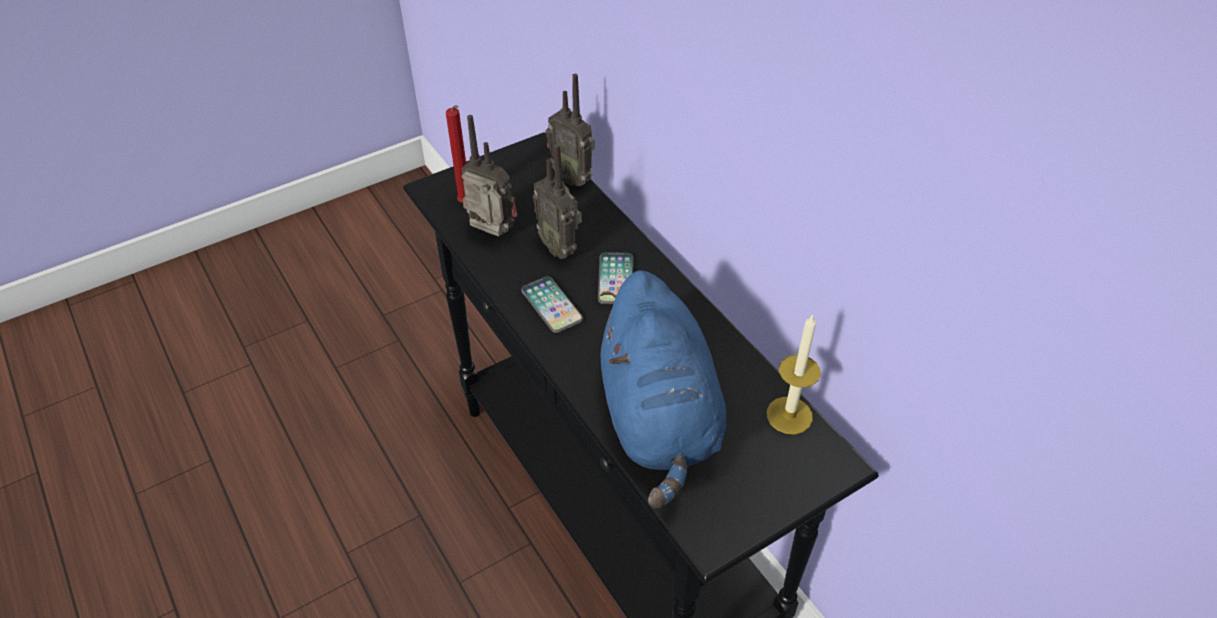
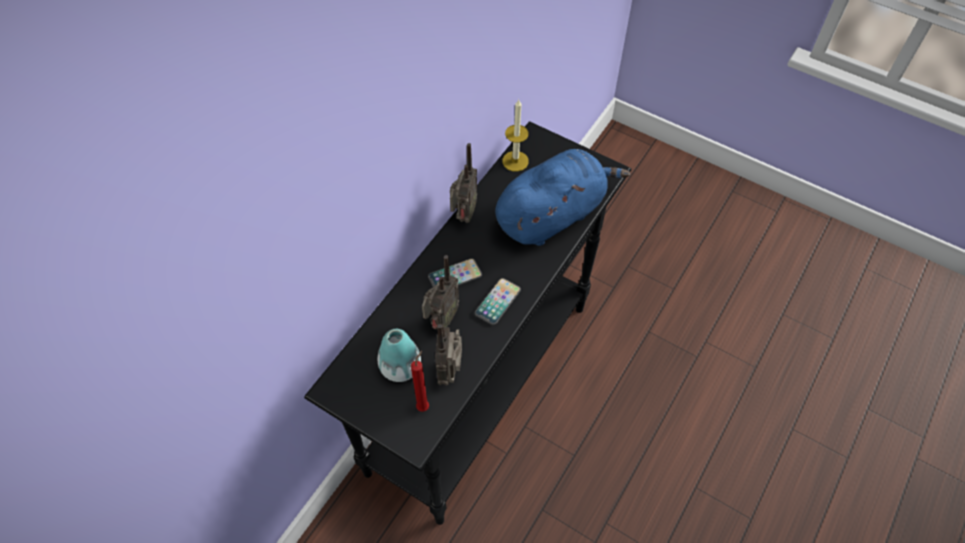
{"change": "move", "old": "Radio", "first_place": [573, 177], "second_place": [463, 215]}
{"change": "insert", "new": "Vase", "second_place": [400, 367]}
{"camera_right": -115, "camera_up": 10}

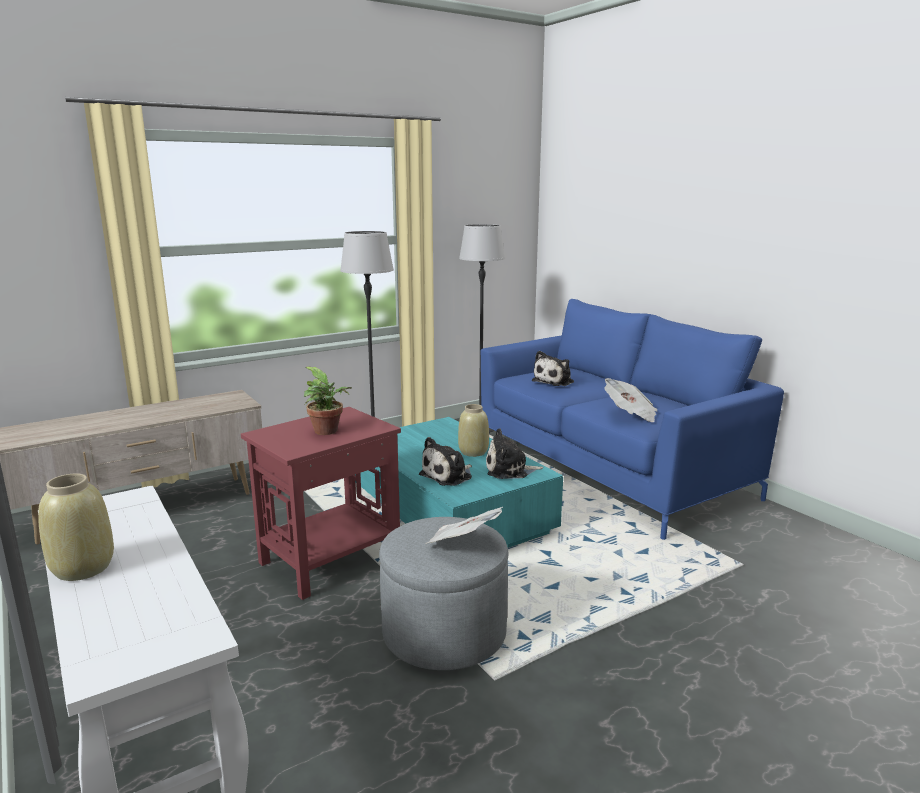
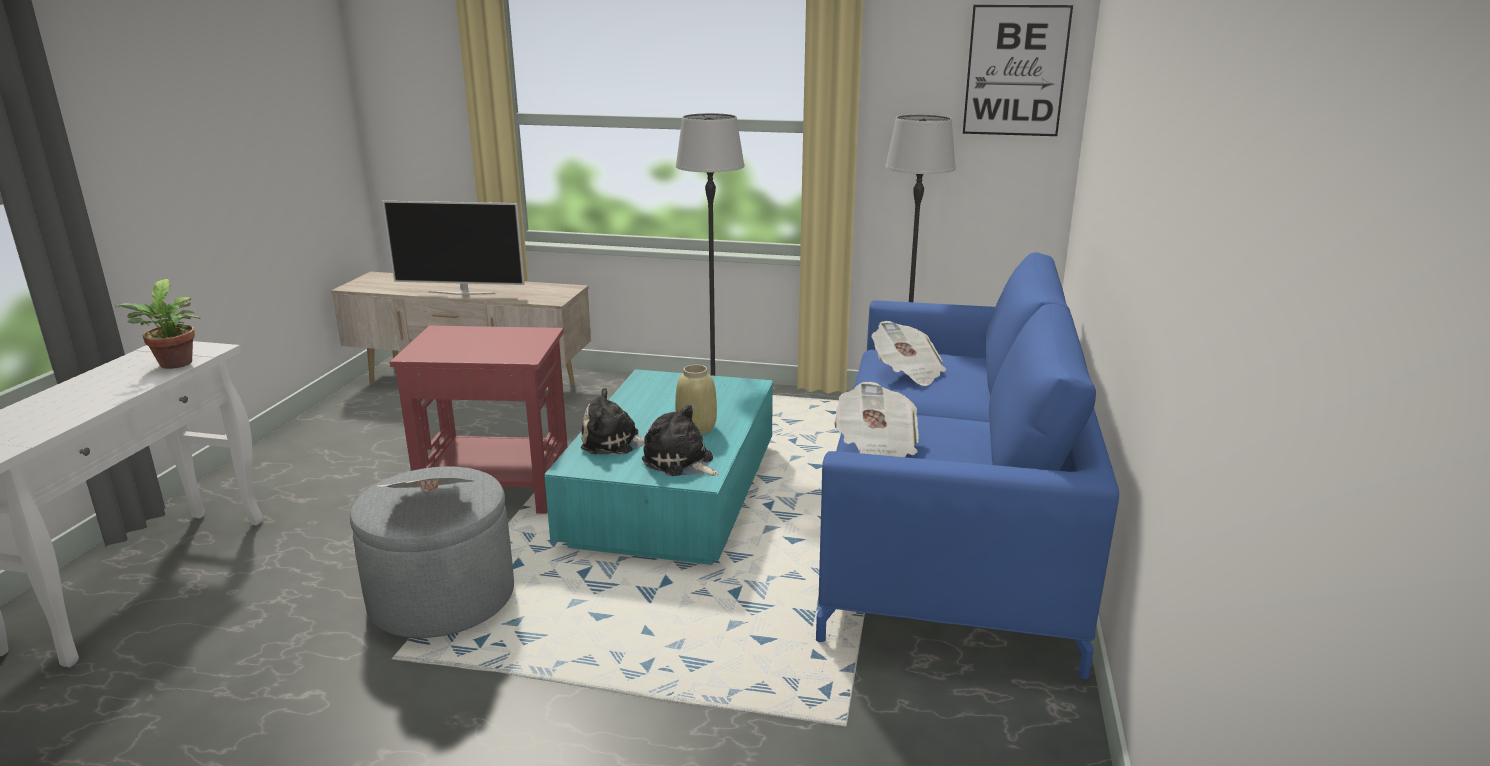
{"change": "replace", "old": "Plüschtier", "new": "Zeitung", "first_place": [555, 381], "second_place": [907, 372]}
{"change": "move", "old": "Topfpflanze", "first_place": [328, 432], "second_place": [174, 365]}
{"change": "delete", "old": "Vase [beige]", "first_place": [82, 568]}
{"change": "insert", "new": "Bild", "second_place": [1015, 71]}
{"change": "insert", "new": "Fernseher", "second_place": [462, 292]}
{"camera_right": 45, "camera_up": 5}

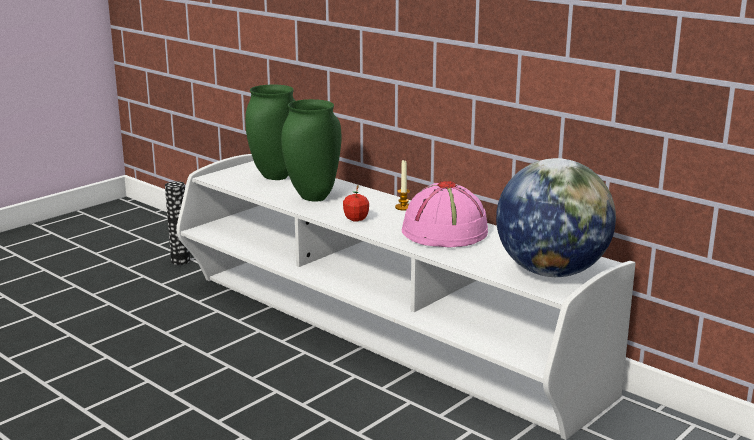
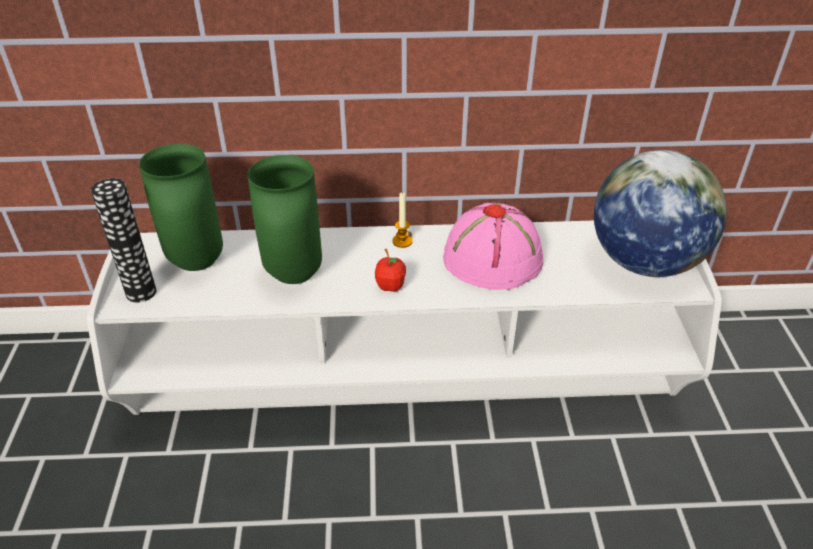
{"change": "move", "old": "Vase", "first_place": [180, 261], "second_place": [141, 292]}
{"camera_right": -45, "camera_up": 20}

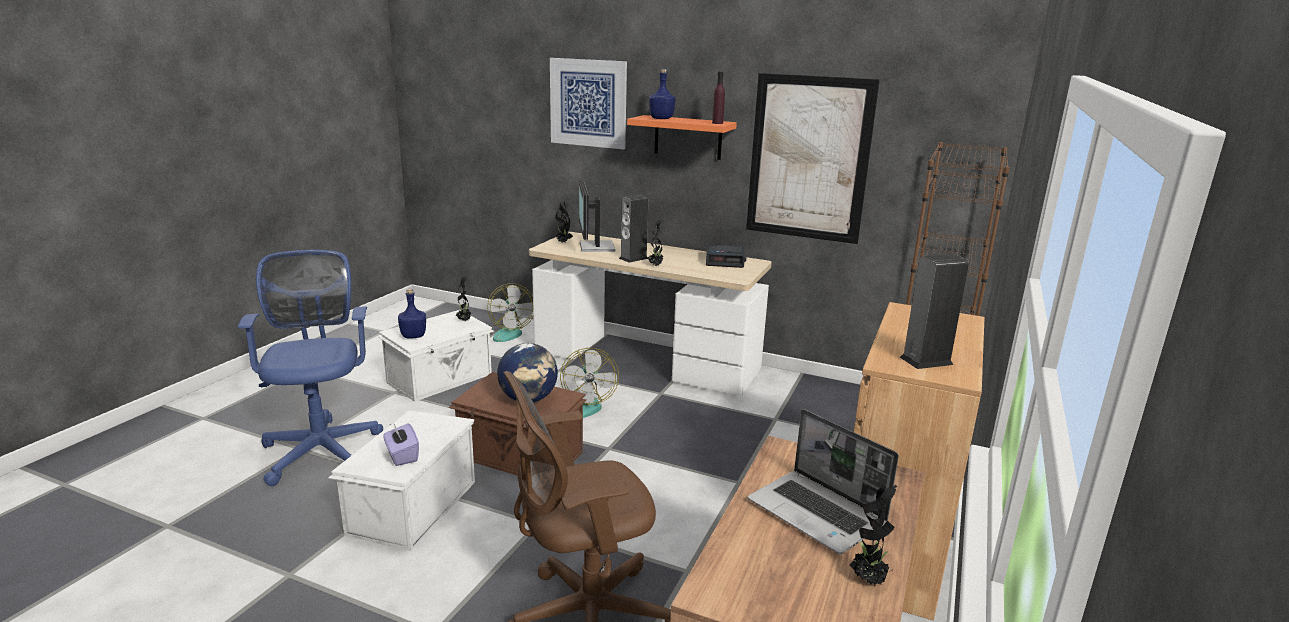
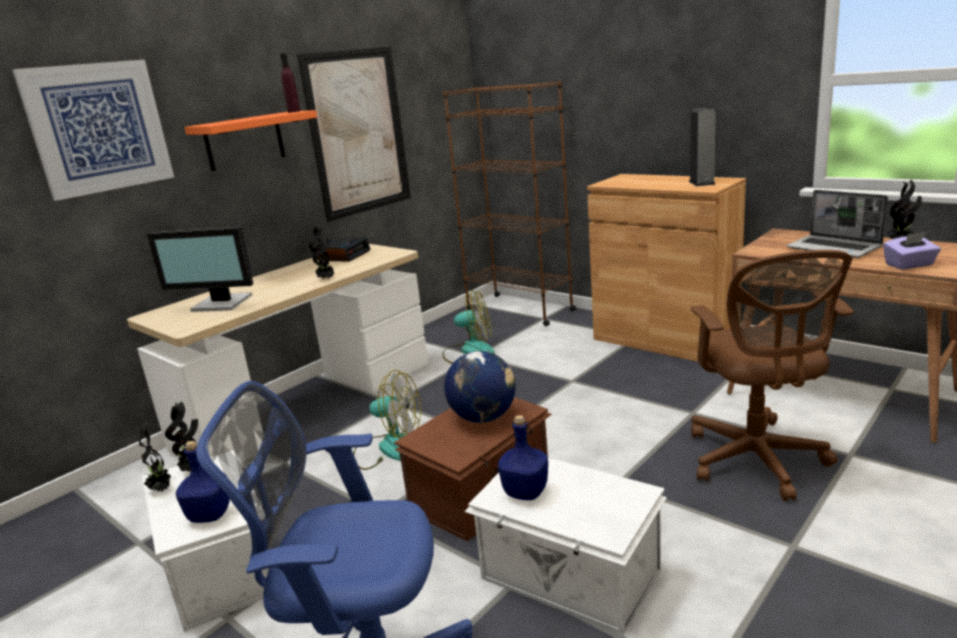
{"change": "move", "old": "Flasche [blau]", "first_place": [661, 119], "second_place": [526, 492]}
{"change": "delete", "old": "Lautsprecher", "first_place": [633, 258]}
{"change": "move", "old": "Topfpflanze", "first_place": [563, 242], "second_place": [162, 490]}
{"change": "move", "old": "Ventilator", "first_place": [507, 332], "second_place": [469, 351]}
{"change": "rotate", "old": "Laptop", "first_place": [818, 513], "second_place": [835, 248], "degrees": 75}
{"change": "move", "old": "Taschentuchbox [lila]", "first_place": [402, 456], "second_place": [909, 265]}
{"camera_right": -70, "camera_up": 0}

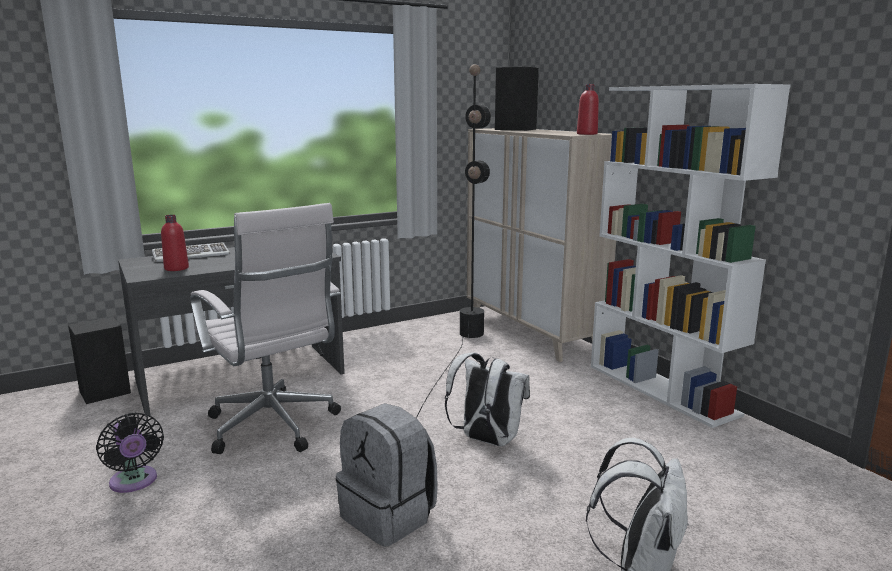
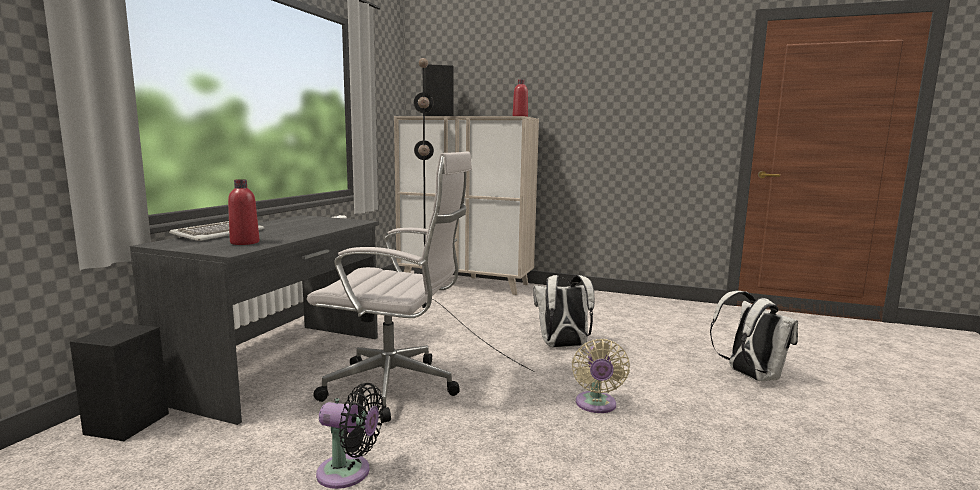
{"change": "delete", "old": "Bücherregal [weiß]", "first_place": [662, 389]}
{"change": "replace", "old": "Rucksack [grau]", "new": "Ventilator [beige]", "first_place": [389, 516], "second_place": [596, 405]}
{"camera_right": -40, "camera_up": -5}

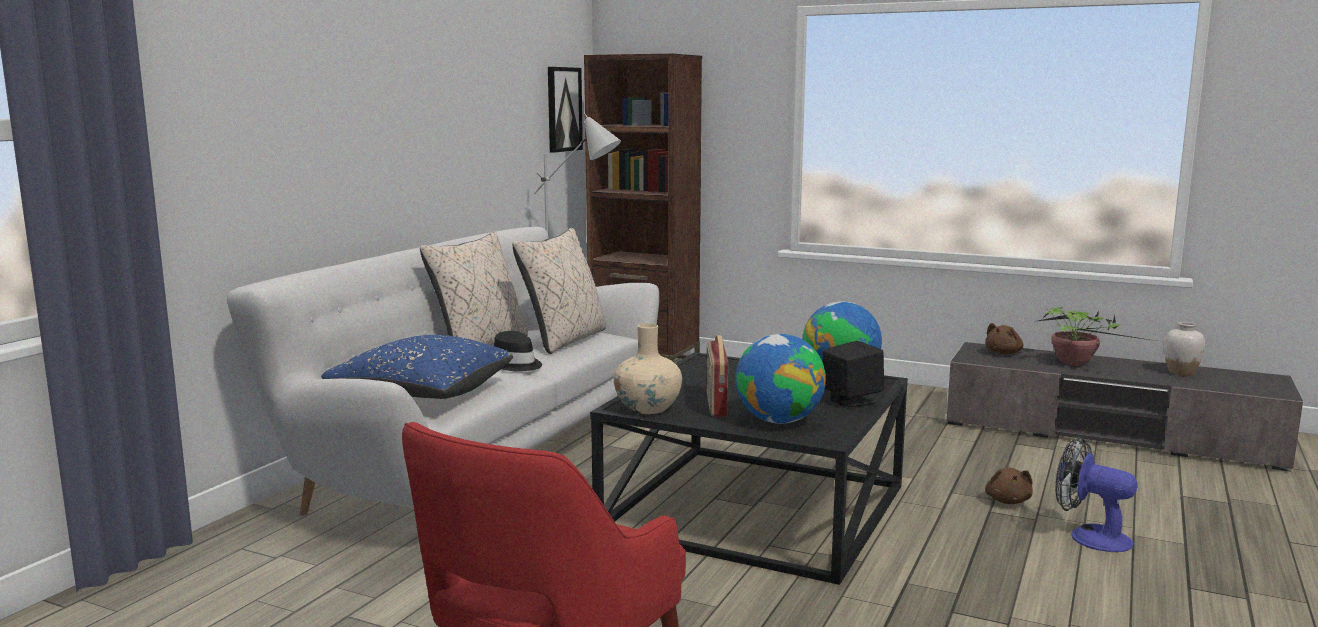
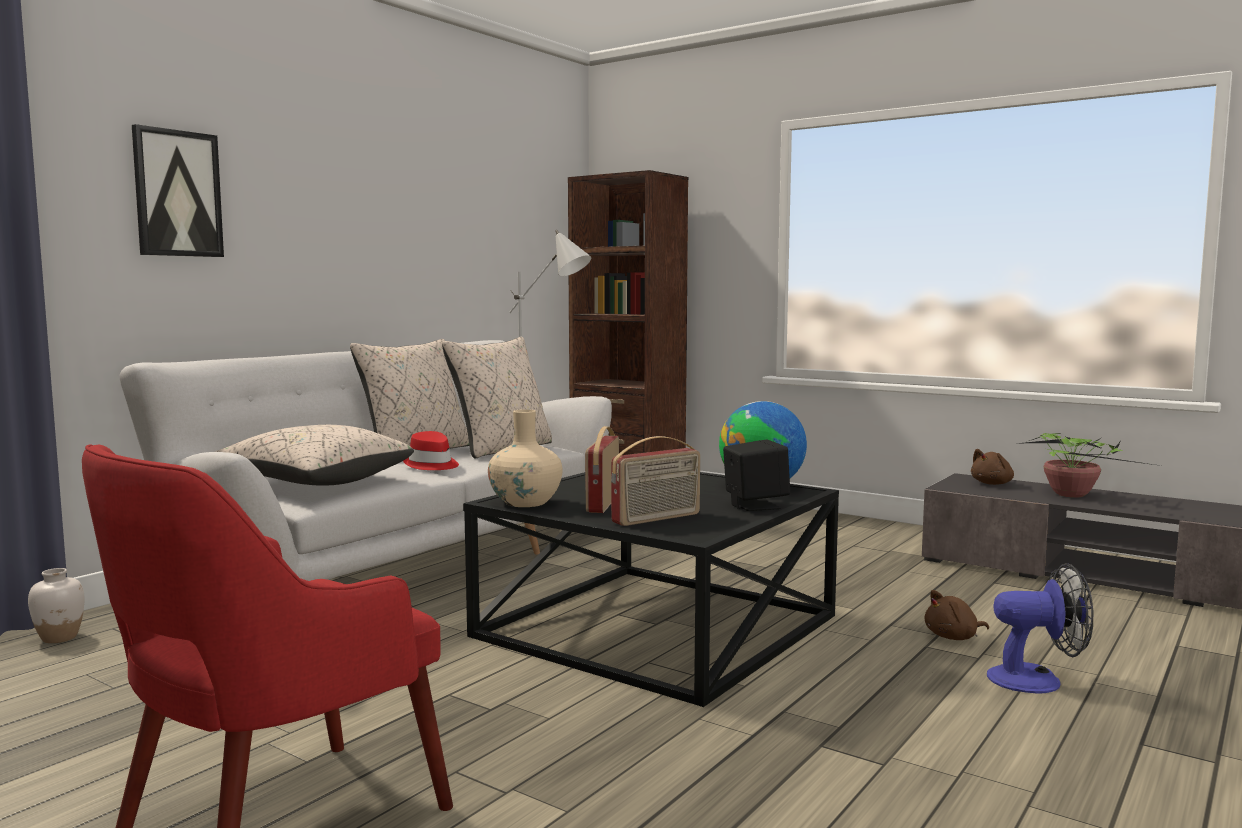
{"change": "move", "old": "Bild", "first_place": [563, 109], "second_place": [177, 193]}
{"change": "move", "old": "Vase [weiß]", "first_place": [1181, 372], "second_place": [59, 637]}
{"change": "recolor", "old": "Hut [schwarz]", "new": "Hut [rot]", "first_place": [515, 364], "second_place": [431, 464]}
{"change": "replace", "old": "Globus", "new": "Radio", "first_place": [779, 421], "second_place": [657, 518]}
{"change": "recolor", "old": "Kissen [blau]", "new": "Kissen [beige]", "first_place": [422, 393], "second_place": [314, 482]}
{"change": "rotate", "old": "Ventilator", "first_place": [1090, 536], "second_place": [1037, 680], "degrees": 135}
{"change": "rotate", "old": "Plüschtier [braun]", "first_place": [1008, 501], "second_place": [953, 637], "degrees": 60}
{"camera_right": 10, "camera_up": -5}

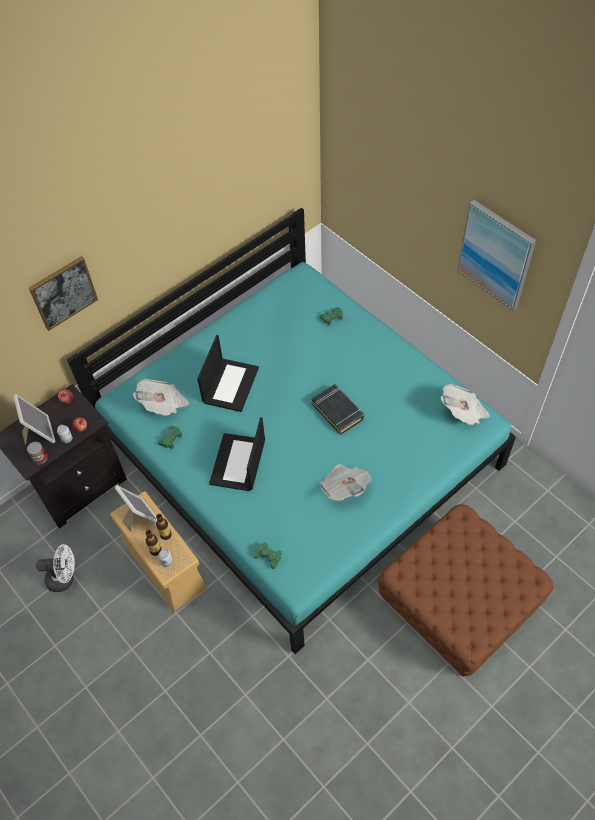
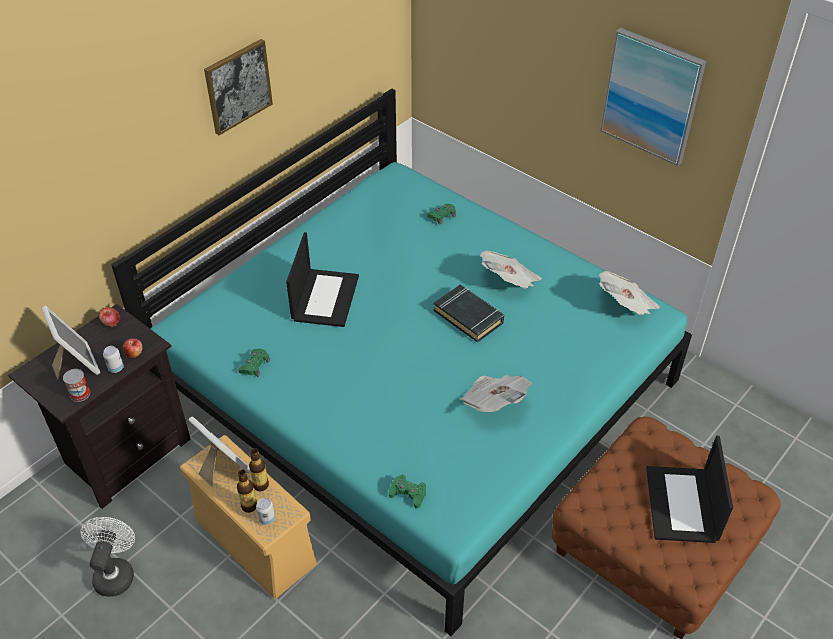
{"change": "move", "old": "Bild", "first_place": [63, 292], "second_place": [238, 86]}
{"change": "move", "old": "Zeitung", "first_place": [163, 404], "second_place": [510, 281]}
{"change": "move", "old": "Laptop", "first_place": [238, 463], "second_place": [682, 505]}
{"change": "rotate", "old": "Ventilator [weiß]", "first_place": [65, 578], "second_place": [115, 572], "degrees": -75}
{"camera_right": -10, "camera_up": -10}

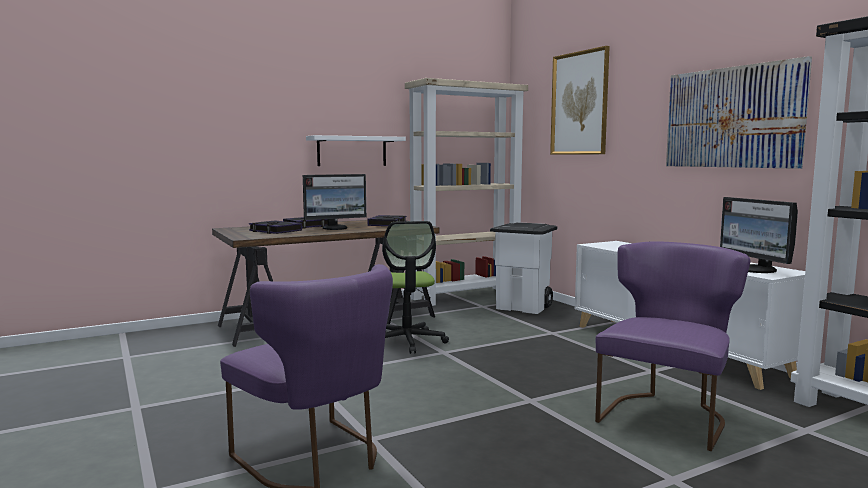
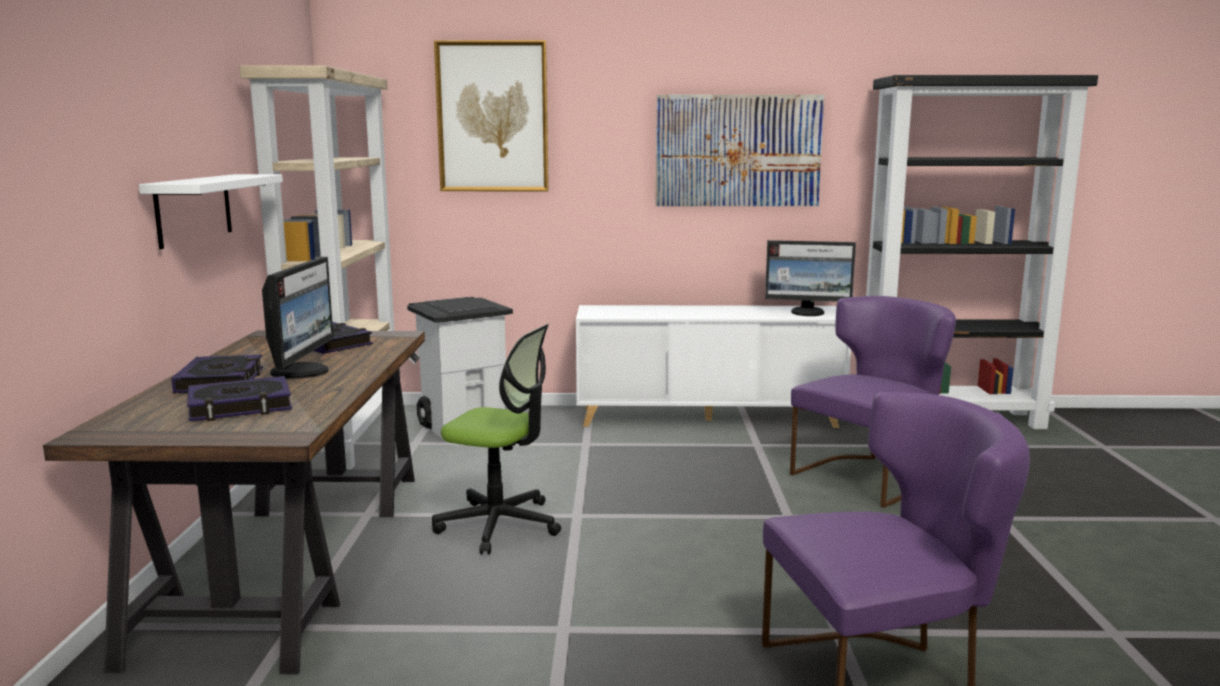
{"change": "rotate", "old": "Stuhl [lila]", "first_place": [666, 415], "second_place": [870, 476], "degrees": 75}
{"camera_right": -60, "camera_up": 5}

